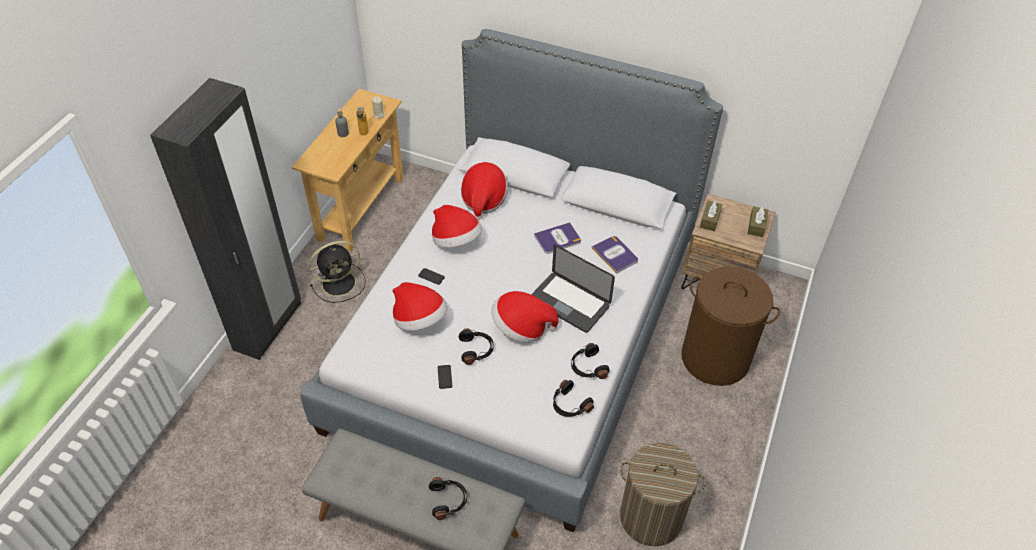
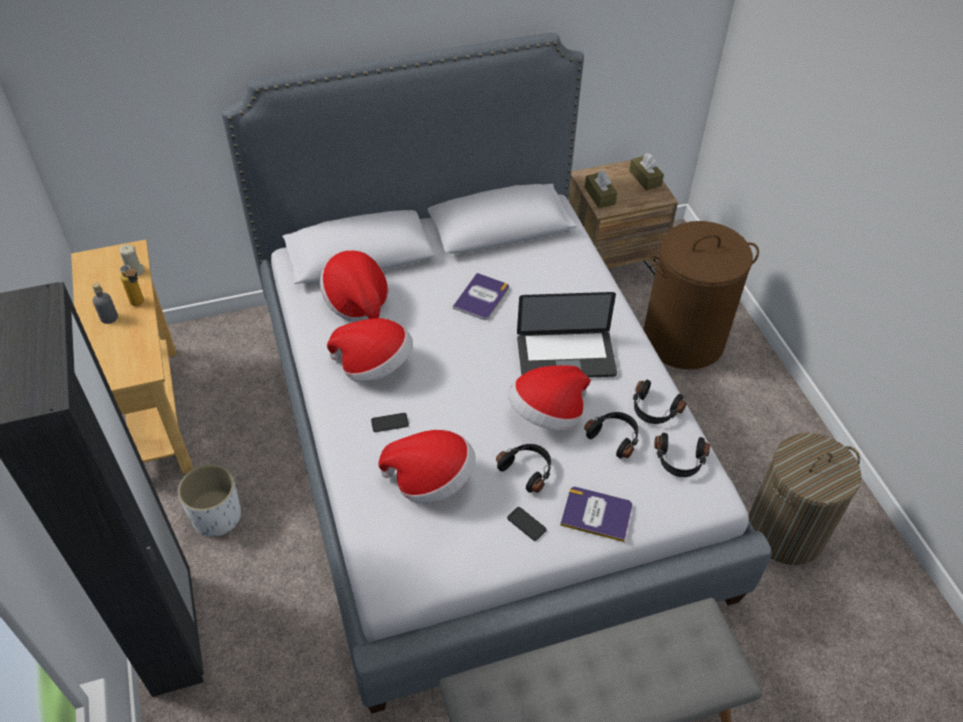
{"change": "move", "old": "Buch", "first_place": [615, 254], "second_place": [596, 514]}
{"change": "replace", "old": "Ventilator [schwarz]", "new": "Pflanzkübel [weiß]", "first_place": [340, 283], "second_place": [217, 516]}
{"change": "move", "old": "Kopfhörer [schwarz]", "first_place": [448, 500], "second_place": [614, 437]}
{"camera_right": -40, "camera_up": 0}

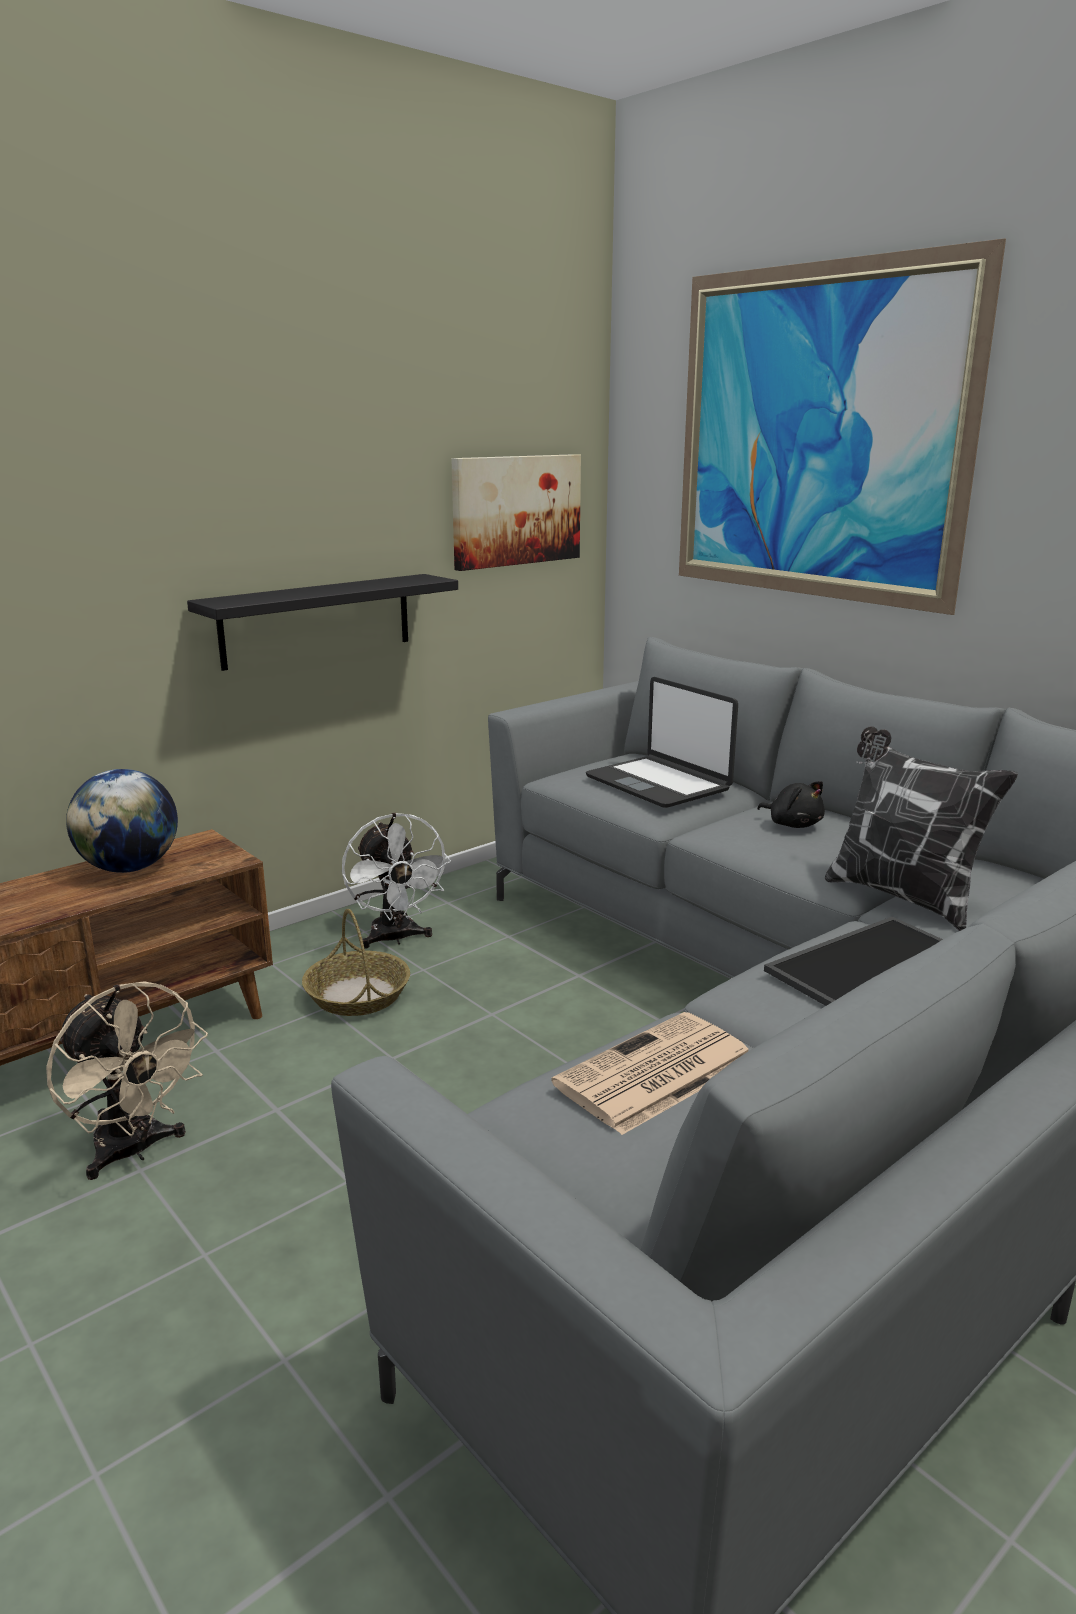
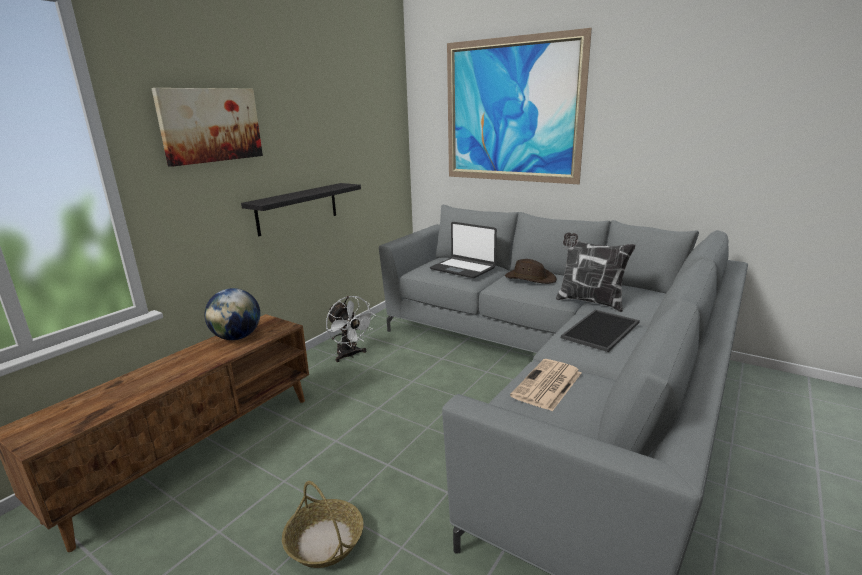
{"change": "move", "old": "Bild", "first_place": [516, 510], "second_place": [210, 125]}
{"change": "replace", "old": "Plüschtier [schwarz]", "new": "Hut [braun]", "first_place": [793, 824], "second_place": [530, 278]}
{"change": "move", "old": "Korb", "first_place": [357, 995], "second_place": [324, 541]}
{"change": "delete", "old": "Ventilator [beige]", "first_place": [134, 1151]}
{"camera_right": -15, "camera_up": 0}

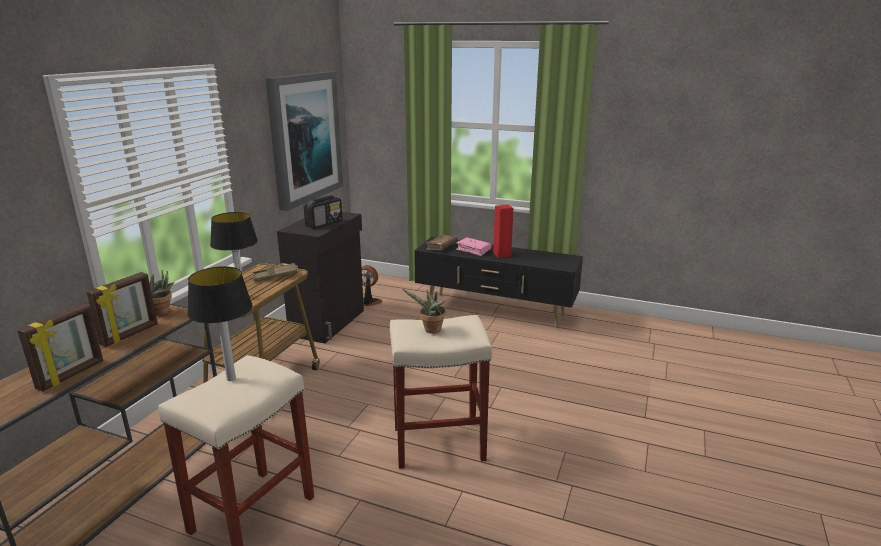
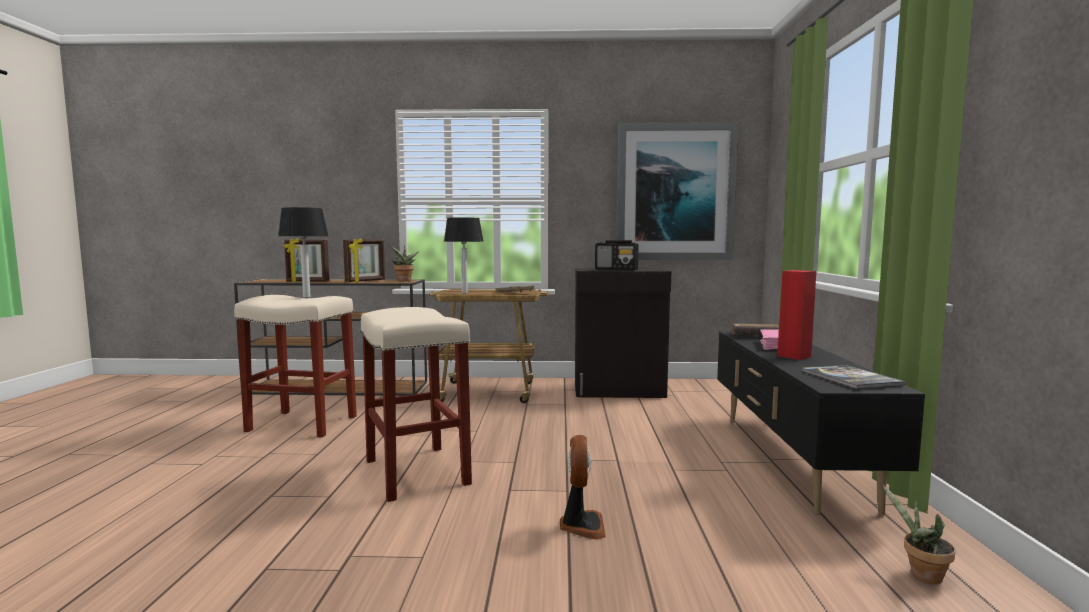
{"change": "move", "old": "Ventilator", "first_place": [369, 302], "second_place": [581, 525]}
{"change": "rotate", "old": "Bilderrahmen", "first_place": [130, 335], "second_place": [365, 281], "degrees": -60}
{"change": "move", "old": "Topfpflanze", "first_place": [430, 330], "second_place": [921, 575]}
{"change": "insert", "new": "Buch", "second_place": [850, 378]}
{"camera_right": 70, "camera_up": -15}

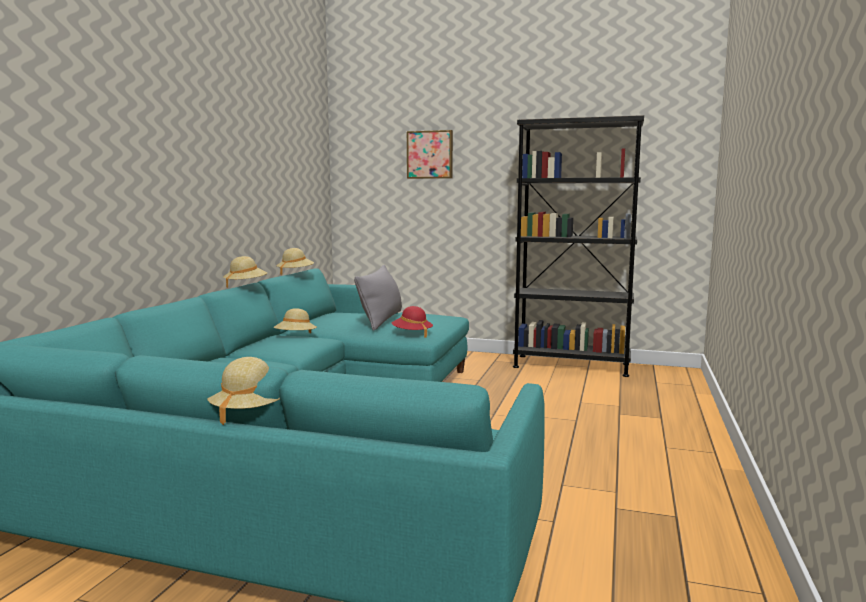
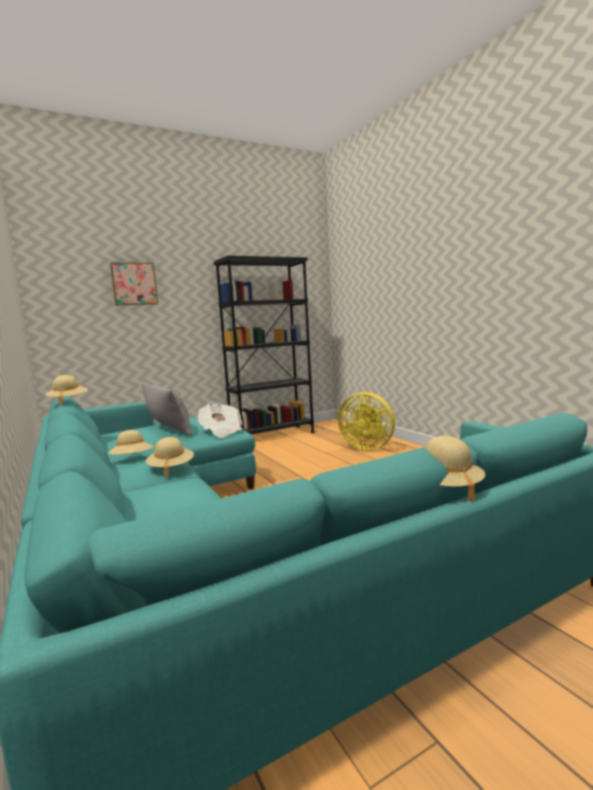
{"change": "move", "old": "Hut [beige]", "first_place": [246, 285], "second_place": [171, 468]}
{"change": "replace", "old": "Hut [rot]", "new": "Zeitung", "first_place": [412, 334], "second_place": [221, 431]}
{"change": "insert", "new": "Ventilator [gelb]", "second_place": [367, 447]}
{"camera_right": -45, "camera_up": 0}

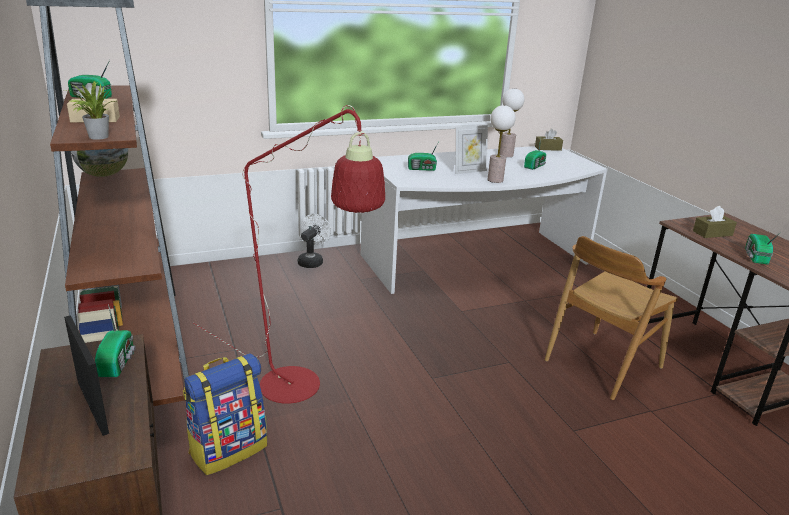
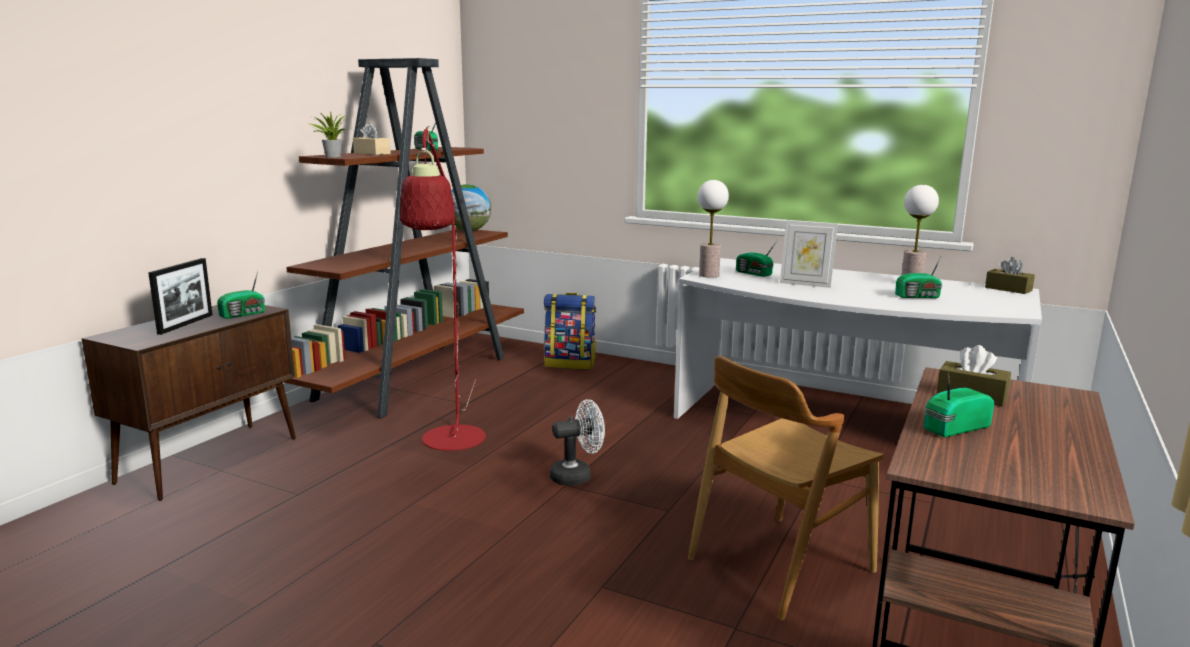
{"change": "move", "old": "Tischlampe", "first_place": [495, 180], "second_place": [708, 275]}
{"change": "move", "old": "Ventilator [weiß]", "first_place": [312, 261], "second_place": [577, 476]}
{"change": "rotate", "old": "Stuhl [braun]", "first_place": [602, 363], "second_place": [779, 564], "degrees": -45}
{"change": "move", "old": "Rucksack", "first_place": [228, 449], "second_place": [570, 364]}
{"camera_right": 50, "camera_up": -10}

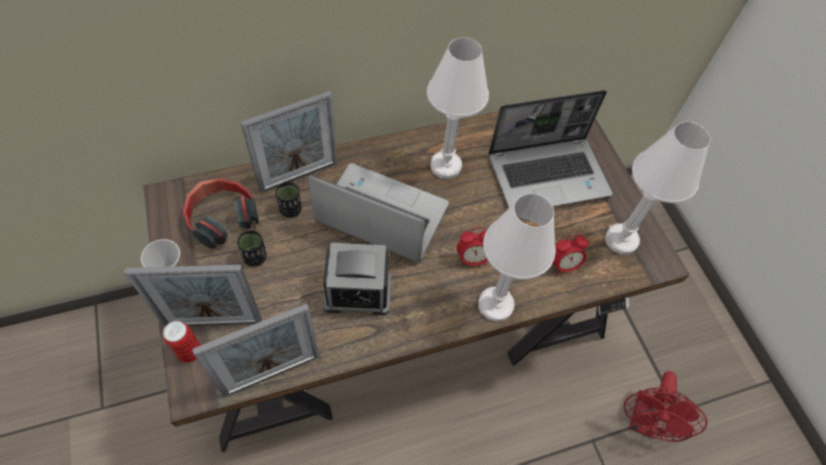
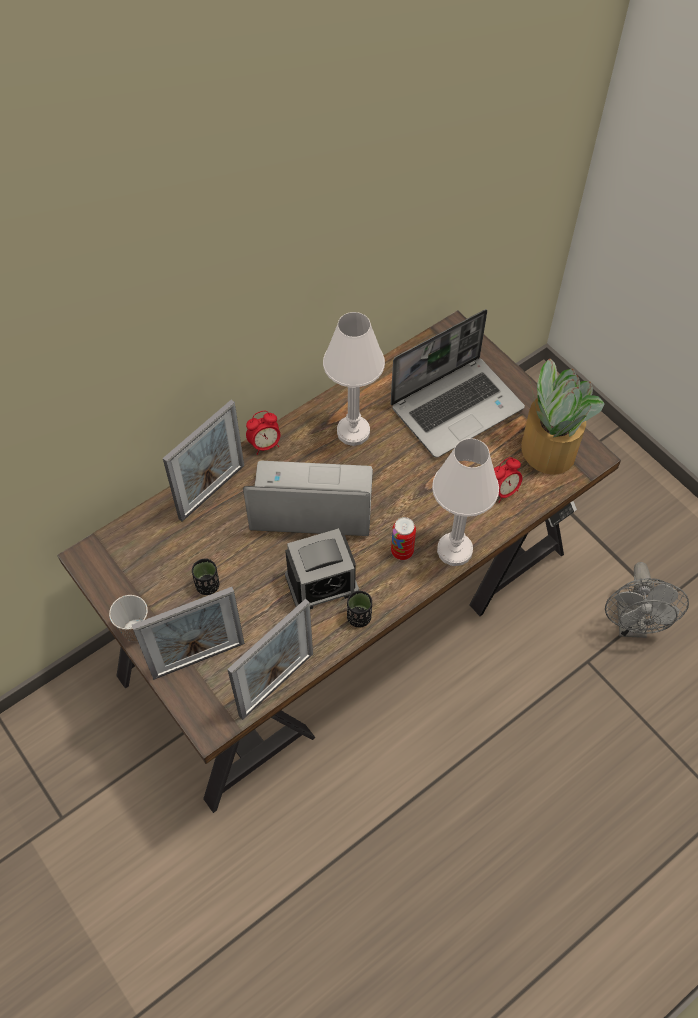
{"change": "replace", "old": "Tischlampe [weiß]", "new": "Topfpflanze", "first_place": [621, 240], "second_place": [548, 448]}
{"change": "delete", "old": "Kopfhörer", "first_place": [222, 218]}
{"change": "move", "old": "Tasse [schwarz]", "first_place": [290, 209], "second_place": [359, 617]}
{"change": "move", "old": "Wecker", "first_place": [472, 259], "second_place": [265, 445]}
{"change": "move", "old": "Dose", "first_place": [189, 352], "second_place": [402, 551]}
{"change": "recolor", "old": "Ventilator [rot]", "new": "Ventilator [grau]", "first_place": [644, 422], "second_place": [632, 625]}
{"camera_right": -15, "camera_up": 0}

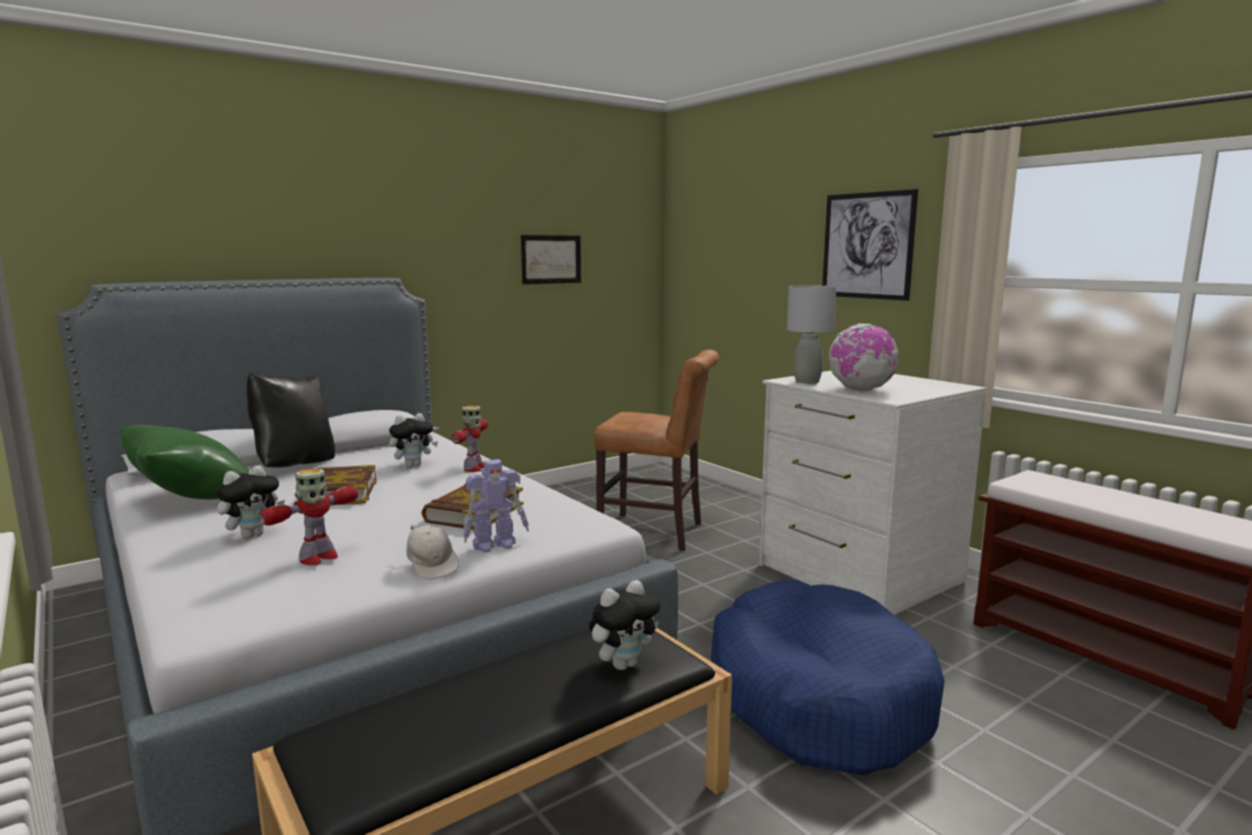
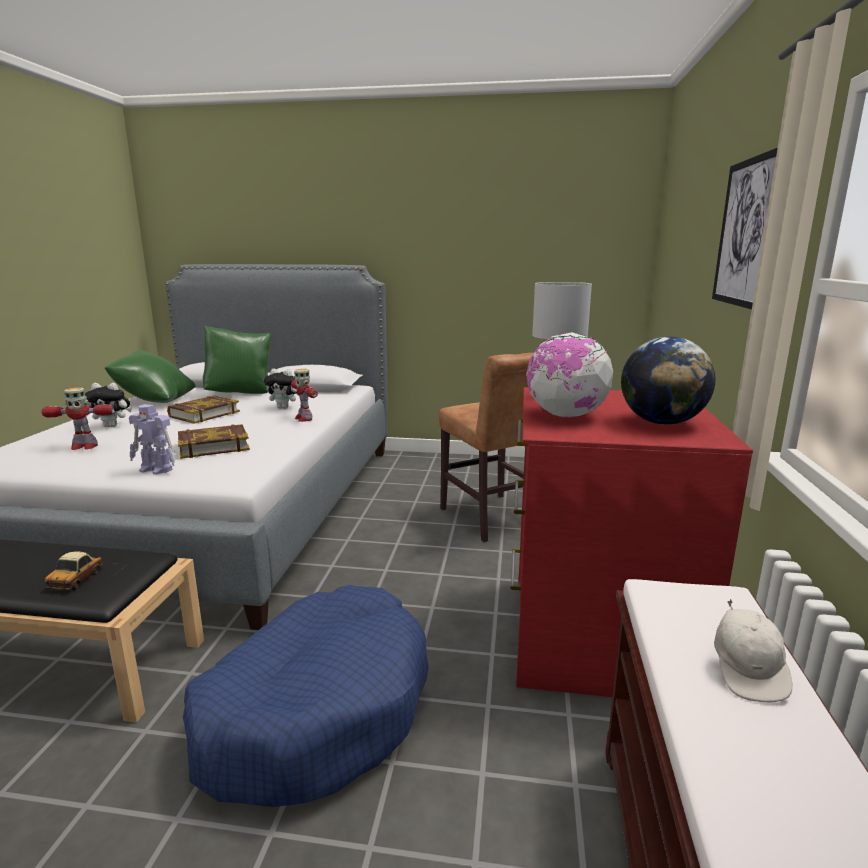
{"change": "delete", "old": "Bild", "first_place": [551, 259]}
{"change": "recolor", "old": "Kommode [weiß]", "new": "Kommode [rot]", "first_place": [857, 573], "second_place": [594, 633]}
{"change": "recolor", "old": "Kissen [schwarz]", "new": "Kissen [grün]", "first_place": [295, 466], "second_place": [240, 393]}
{"change": "rotate", "old": "Spielzeugroboter", "first_place": [474, 468], "second_place": [304, 418], "degrees": 90}
{"change": "move", "old": "Kappe [weiß]", "first_place": [432, 566], "second_place": [748, 671]}
{"change": "replace", "old": "Plüschtier", "new": "Spielzeugauto", "first_place": [624, 664], "second_place": [77, 580]}
{"change": "insert", "new": "Globus", "second_place": [662, 422]}
{"camera_right": 45, "camera_up": 5}

